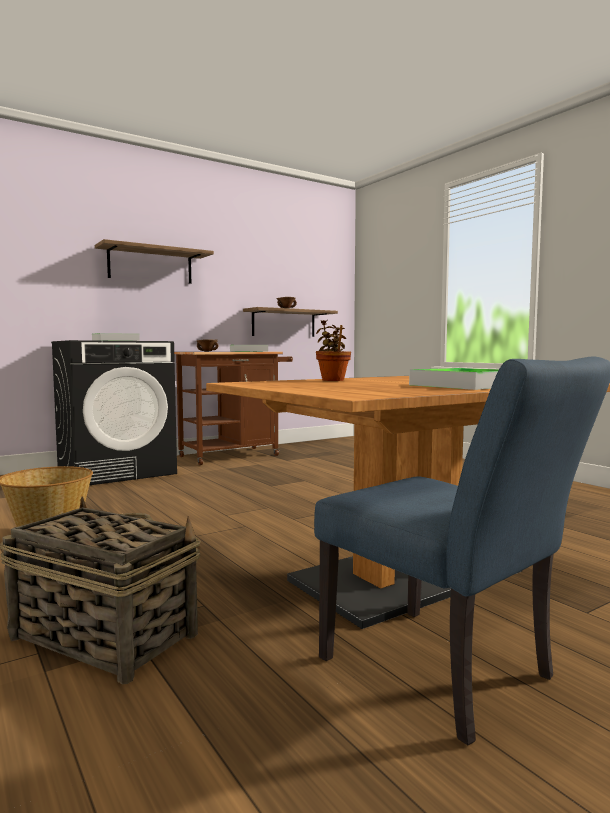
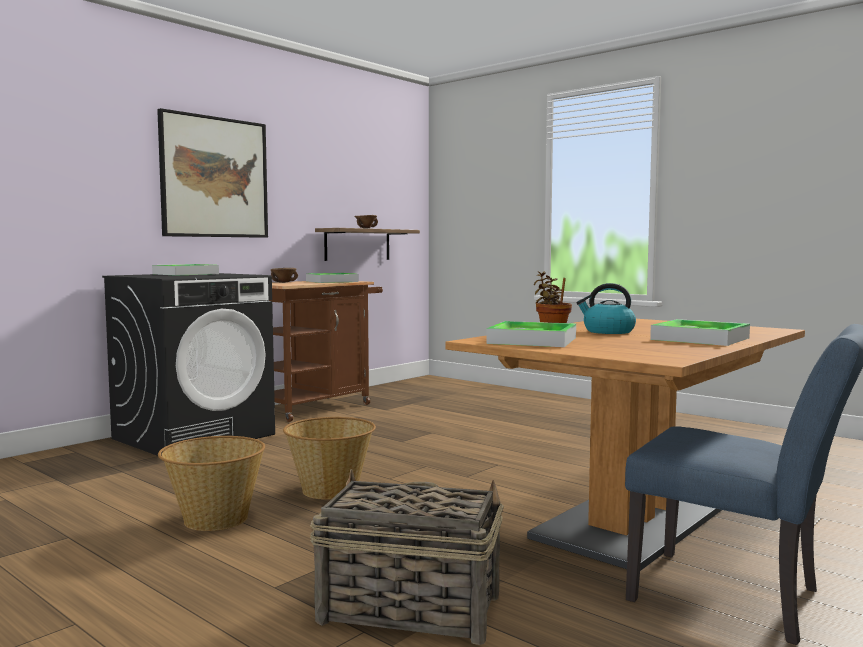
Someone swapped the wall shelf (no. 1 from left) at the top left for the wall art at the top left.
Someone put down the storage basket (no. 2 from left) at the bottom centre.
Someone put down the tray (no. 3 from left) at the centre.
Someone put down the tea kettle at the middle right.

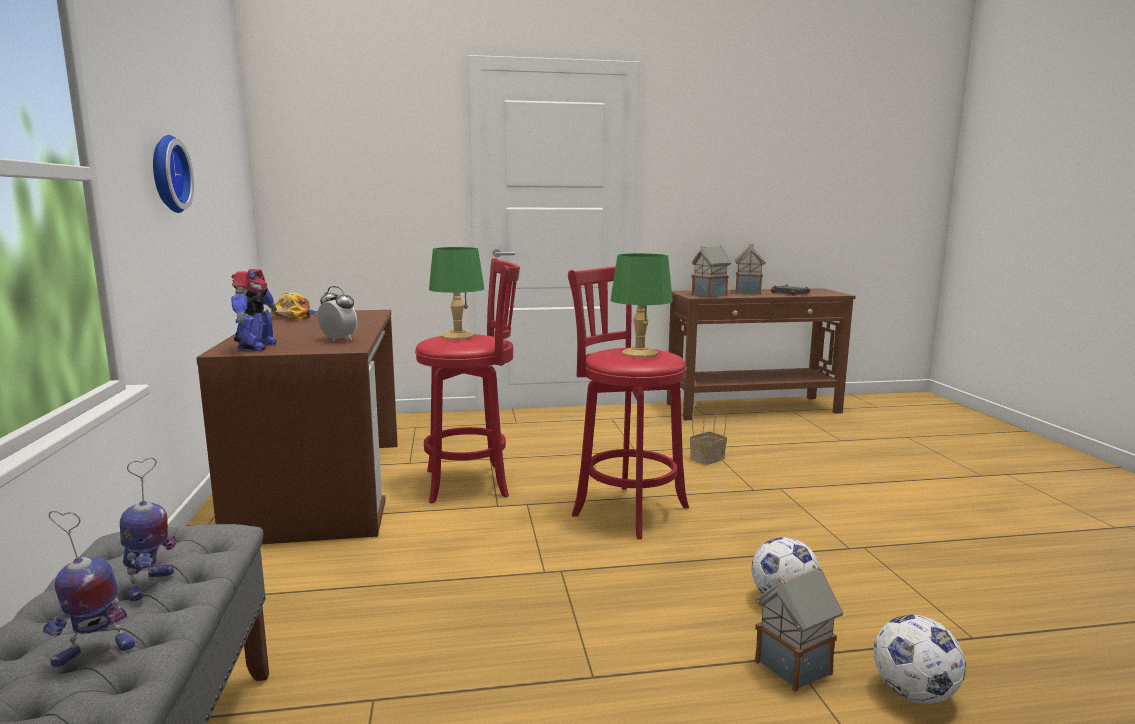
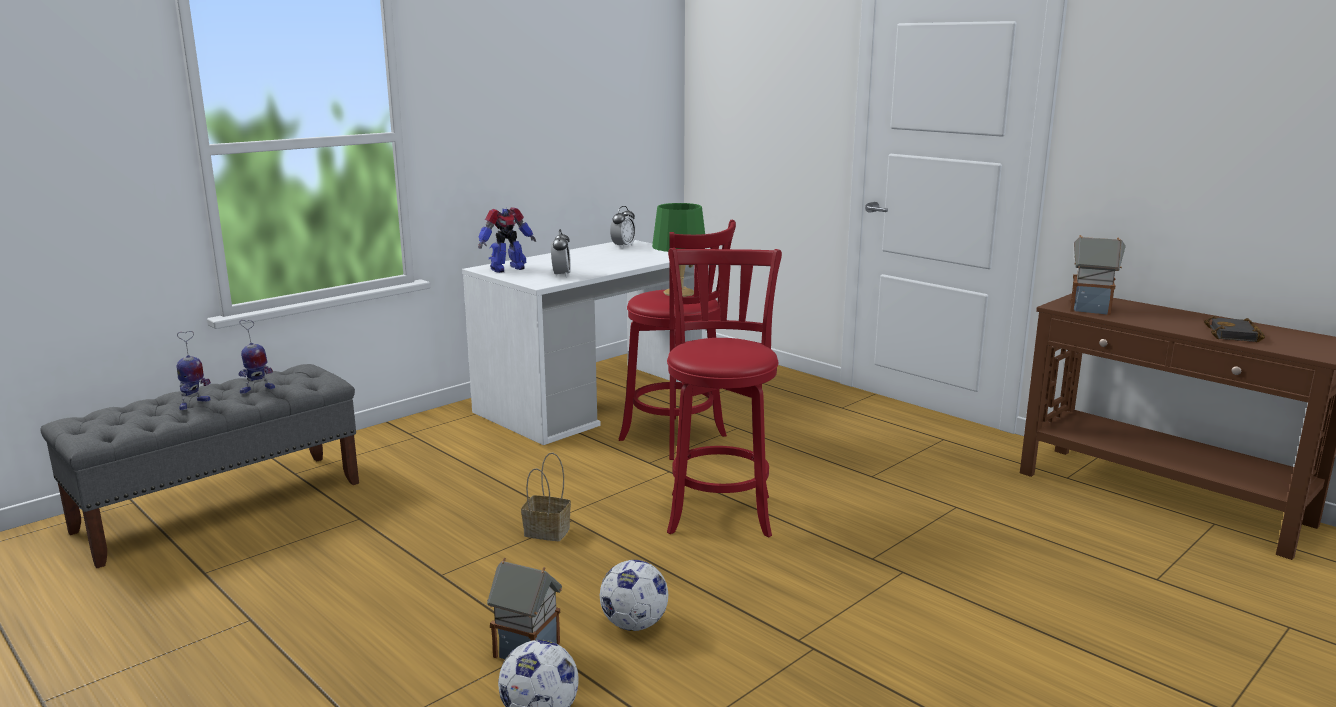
Someone rotated the toy robot (no. 1 from left) at the bottom left by 90 degrees counterclockwise.
Someone took away the wall clock at the top left.
Someone repainted the brown-coloured desk at the middle left, which became the white-coloured desk at the centre.
Someone swapped the cap at the middle left for the bedside clock (no. 2 from left) at the top centre.
Someone took away the green tabletop lamp (no. 2 from left) at the centre.
Someone carried the storage basket from the centre to the bottom centre.
Someone took away the model house (no. 2 from left) at the centre.

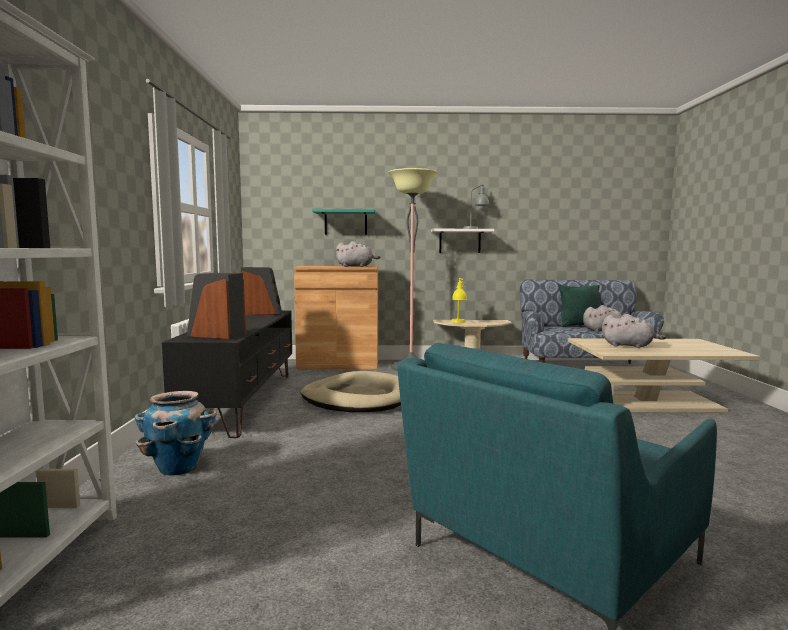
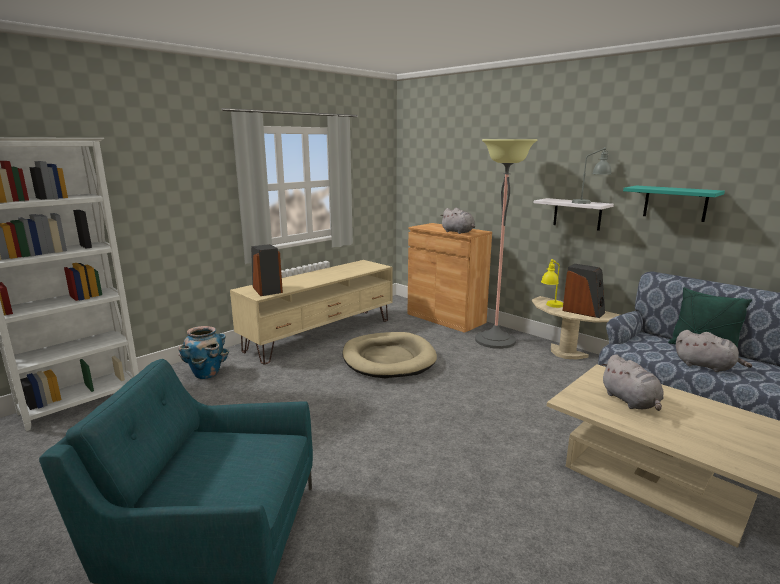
Someone repainted the black-coloured tv stand at the middle left, which became the sand-coloured tv stand at the centre.
Someone carried the loudspeaker (no. 2 from left) from the middle left to the middle right.
Someone carried the turquoise-coloured wall shelf from the centre to the middle right.

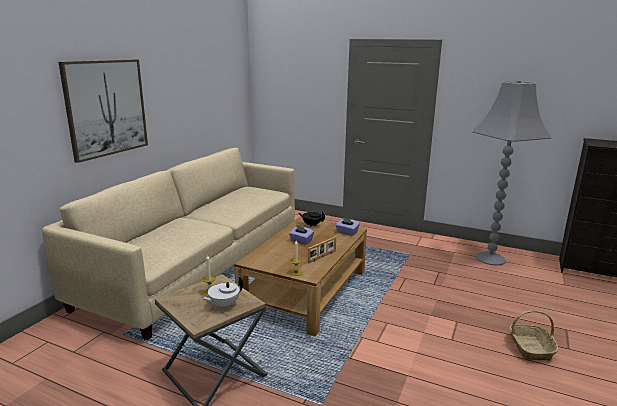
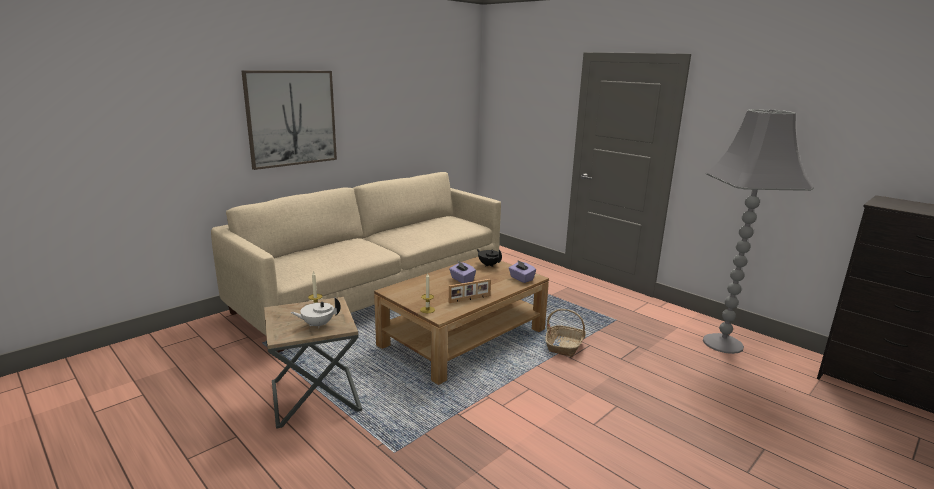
Someone carried the storage basket from the bottom right to the bottom centre.

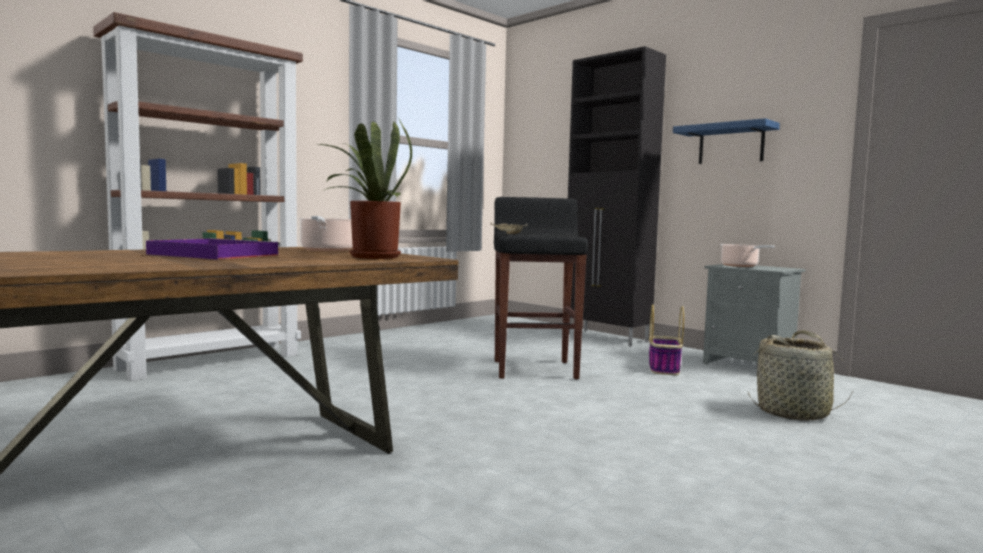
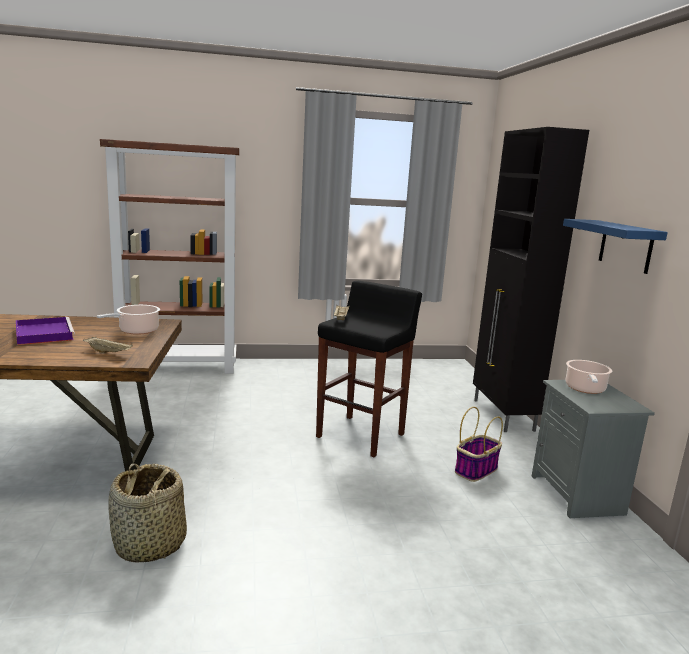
Someone swapped the plant in a pot at the centre for the sand-coloured tray (no. 1 from left) at the middle left.
Someone carried the storage basket (no. 2 from left in the first image) from the bottom right to the bottom left.

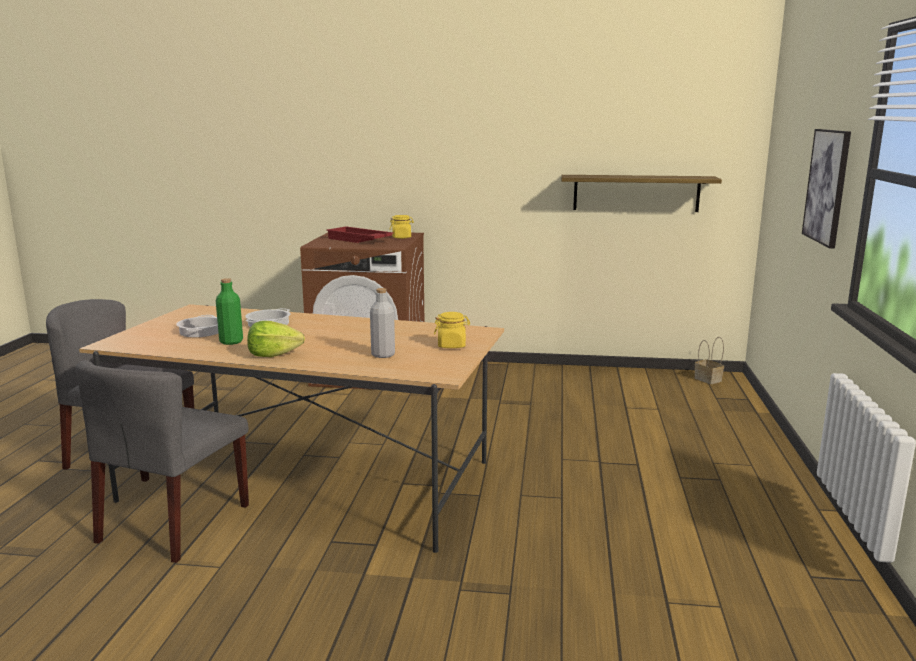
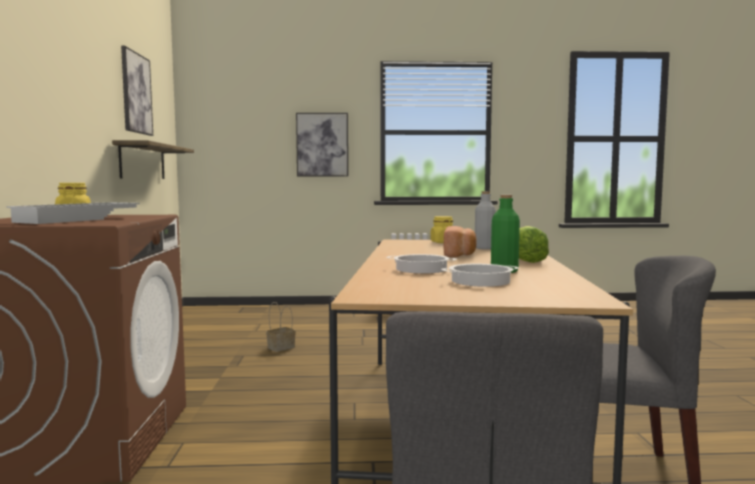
Someone repainted the reddish tray at the centre, which became the white-coloured tray at the middle left.
Someone carried the storage basket from the middle right to the bottom centre.
Someone put up the wall art (no. 1 from left) at the top left.
Someone put down the baked bread at the centre.

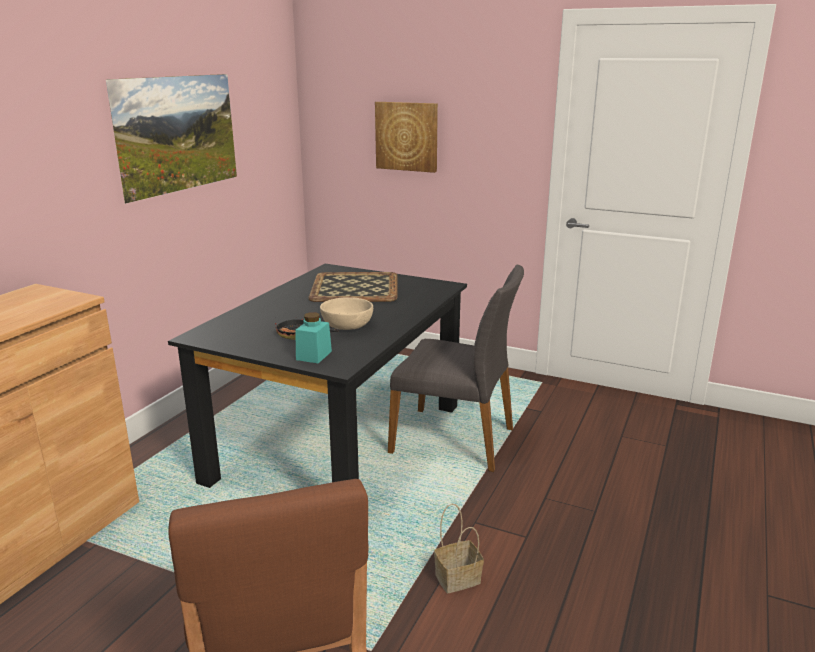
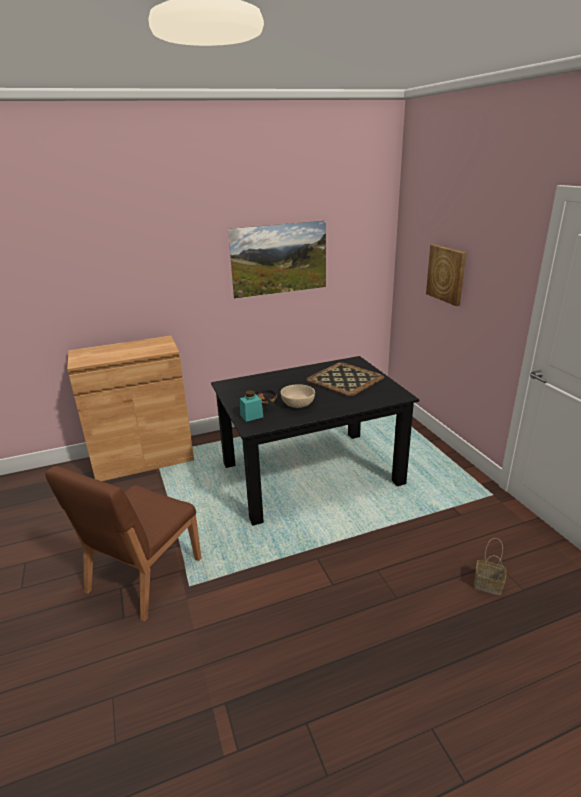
Someone took away the grey upright chair at the centre.
Someone carried the storage basket from the bottom centre to the bottom right.

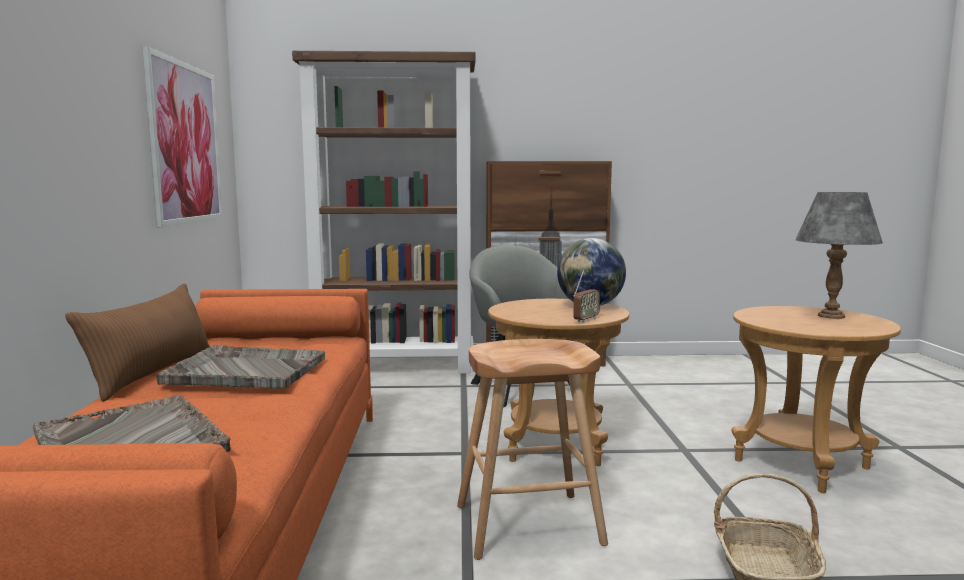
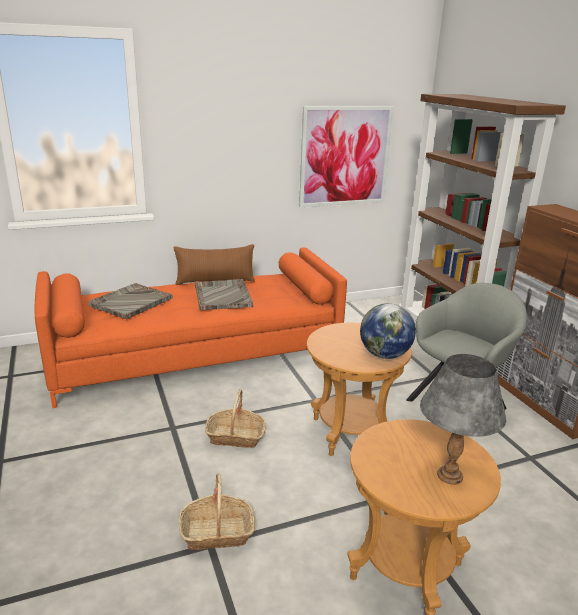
Someone swapped the brown-coloured stool at the bottom centre for the storage basket (no. 2 from left) at the bottom centre.
Someone took away the radio at the centre.

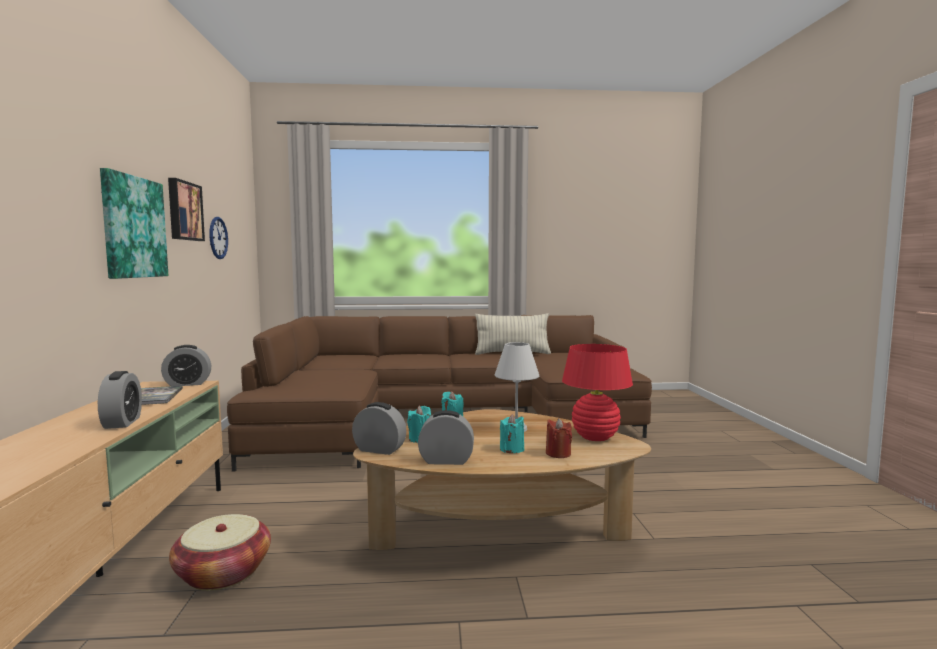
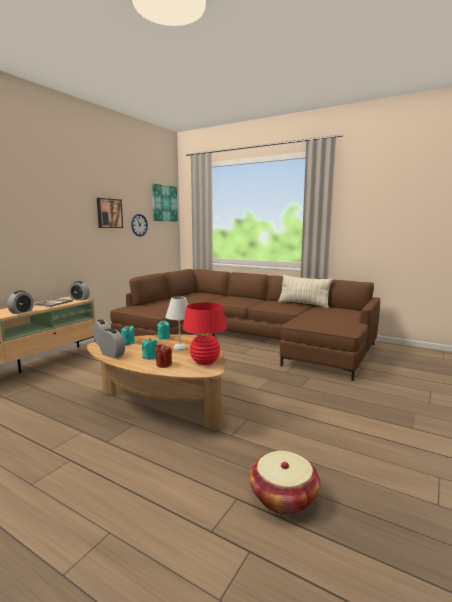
Someone carried the wall art (no. 1 from left in the first image) from the middle left to the centre.
Someone carried the storage basket from the bottom left to the bottom centre.

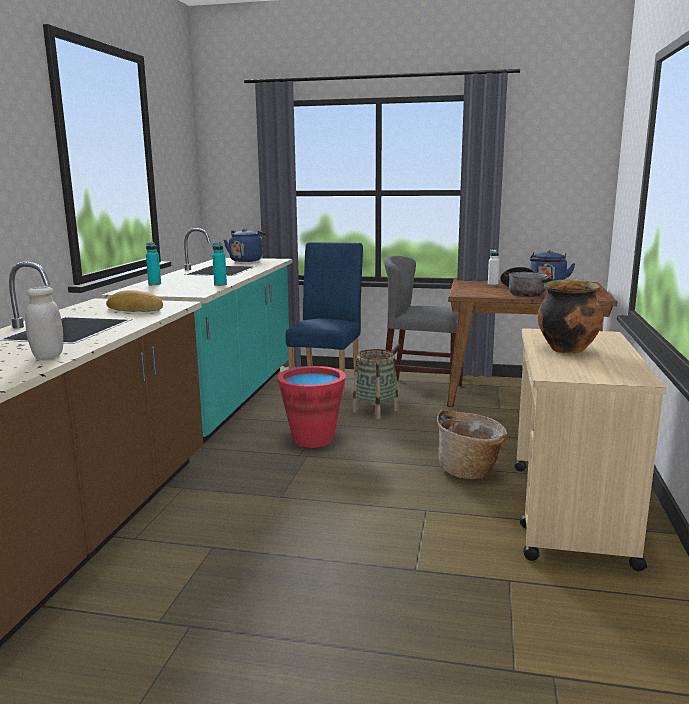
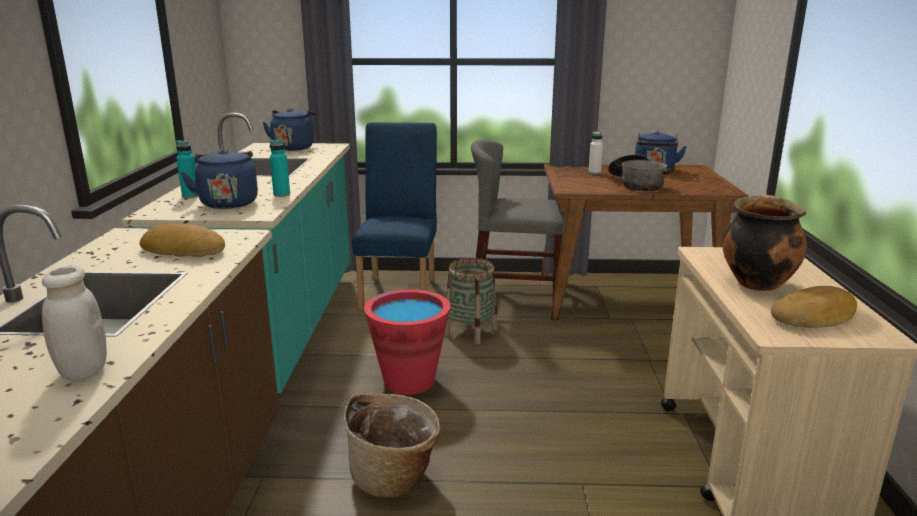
Someone carried the storage basket (no. 2 from left in the first image) from the middle right to the bottom centre.
Someone put down the blue-coloured tea kettle (no. 1 from left) at the middle left.
Someone put down the baked bread (no. 2 from left) at the middle right.

